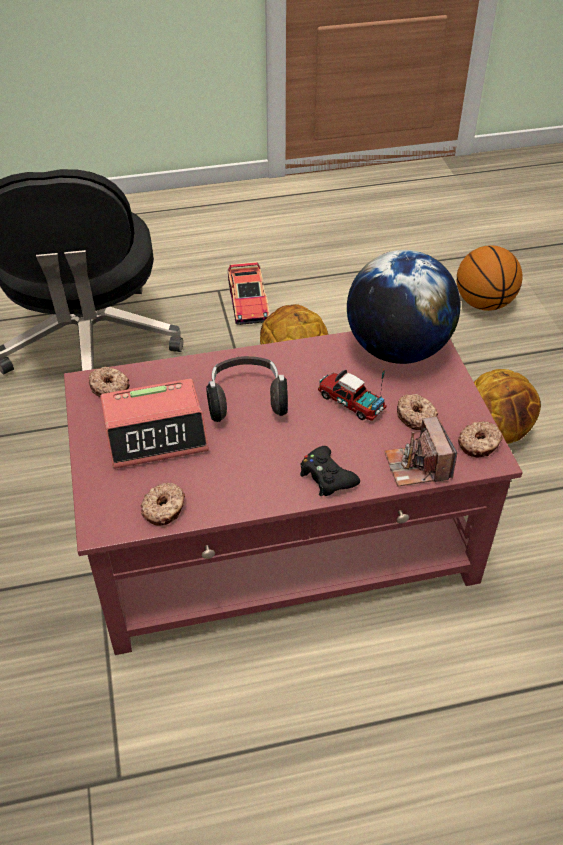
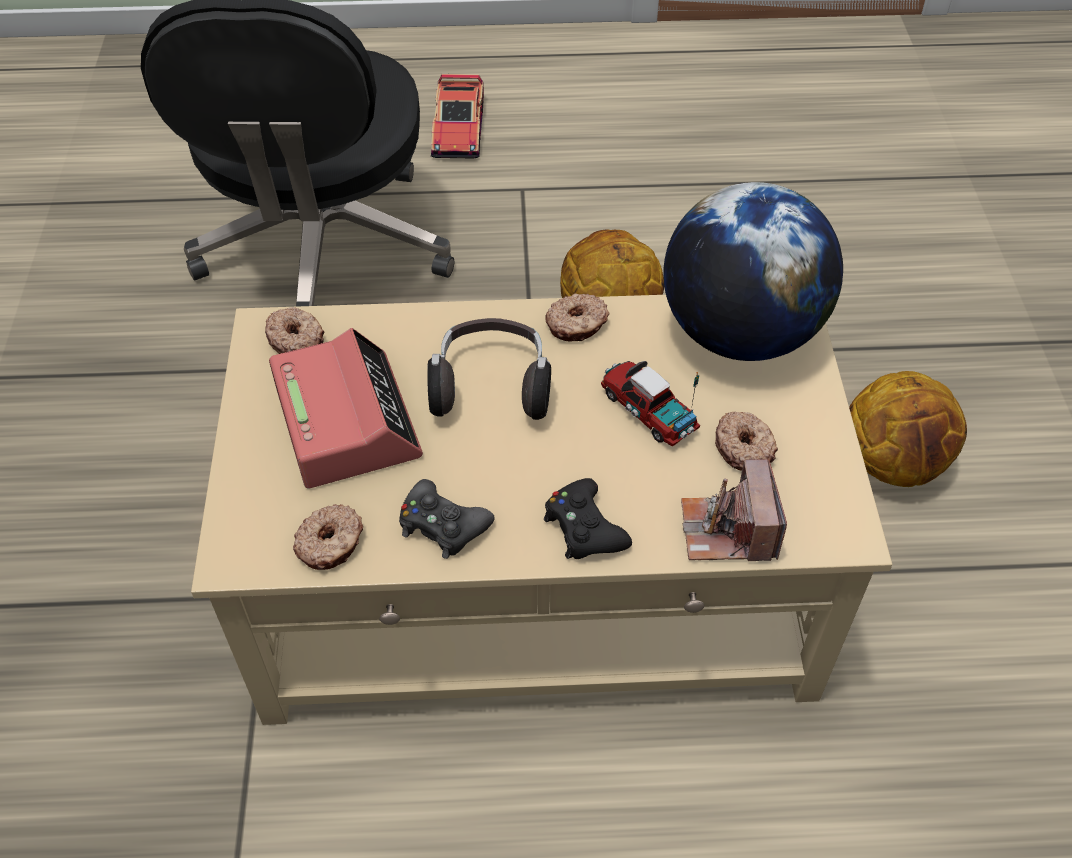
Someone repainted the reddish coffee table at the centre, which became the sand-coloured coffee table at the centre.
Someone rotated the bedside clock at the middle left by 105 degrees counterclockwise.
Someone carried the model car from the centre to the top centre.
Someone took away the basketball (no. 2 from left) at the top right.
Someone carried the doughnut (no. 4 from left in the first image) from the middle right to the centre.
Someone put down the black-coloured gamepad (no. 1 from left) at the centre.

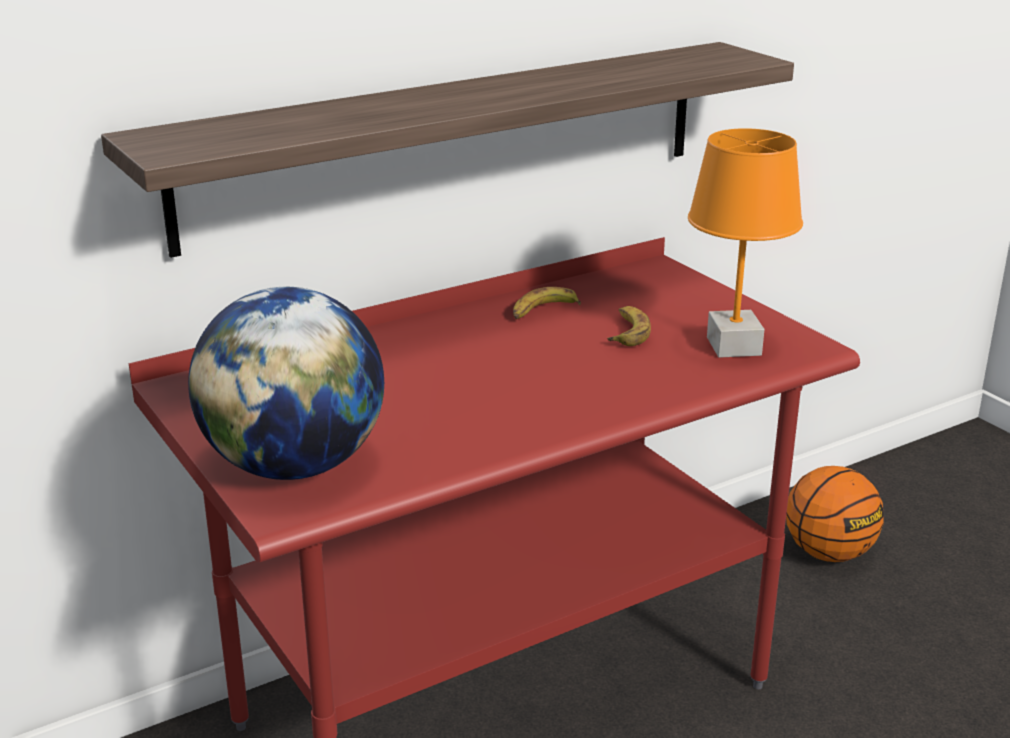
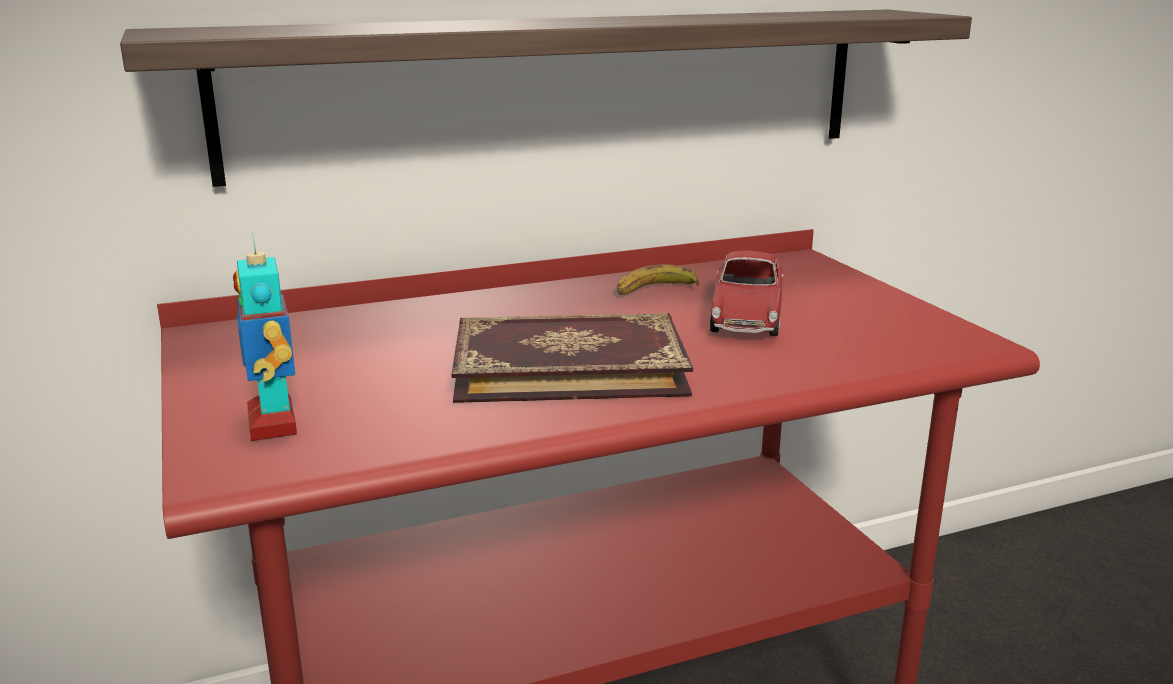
Someone swapped the world globe at the middle left for the toy robot at the middle left.
Someone swapped the banana (no. 2 from left) at the centre for the model car at the centre.
Someone took away the orangey tabletop lamp at the top right.
Someone took away the basketball at the bottom right.
Someone put down the book at the centre.

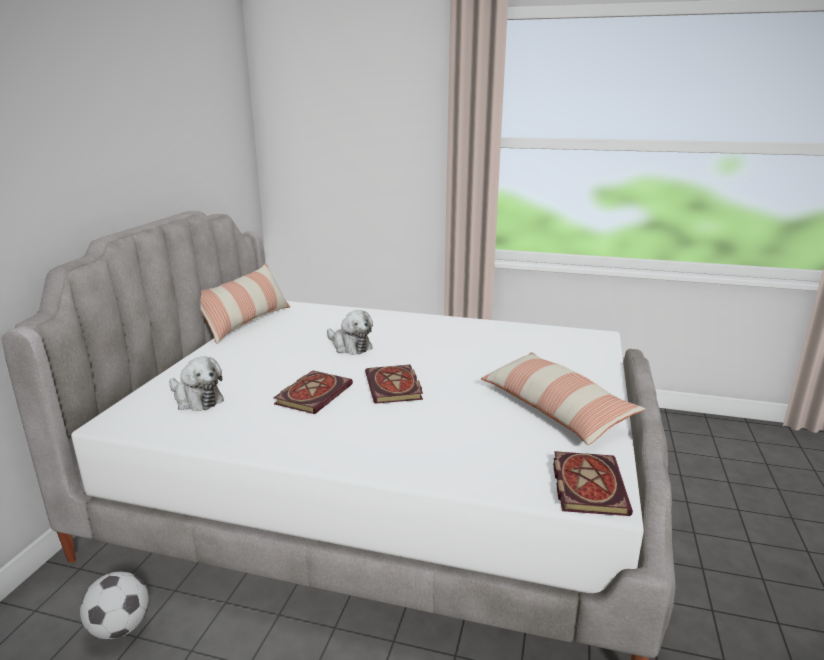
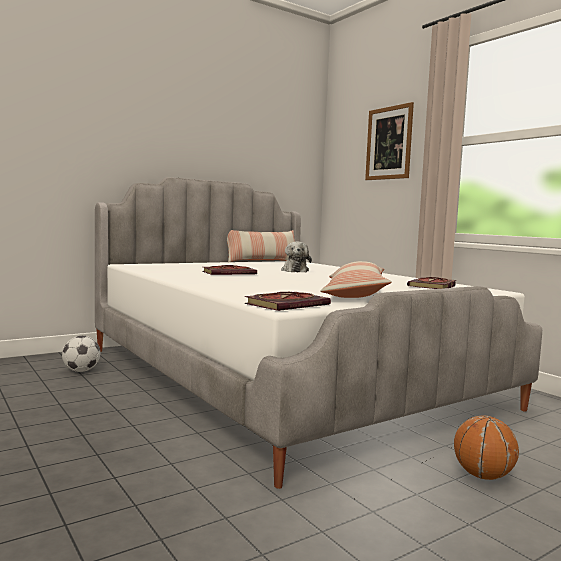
Someone took away the cuddly toy (no. 1 from left) at the middle left.
Someone carried the book (no. 2 from left in the first image) from the centre to the middle right.
Someone put up the wall art at the top right.
Someone put down the basketball at the bottom right.

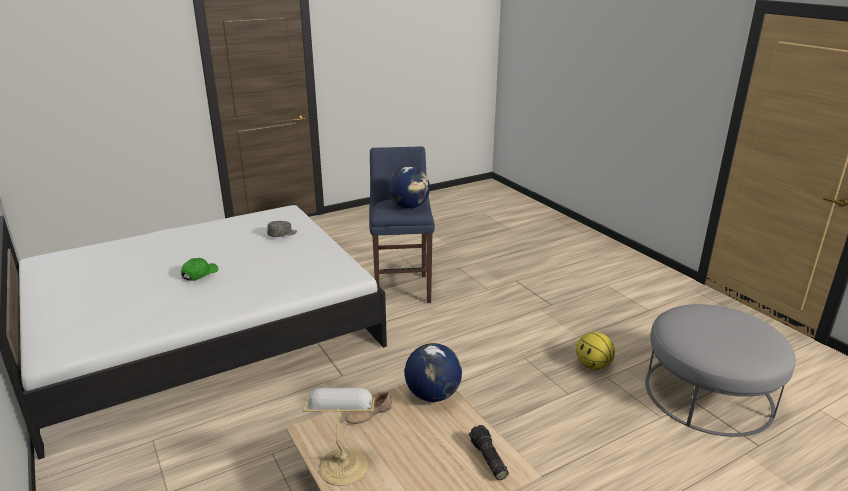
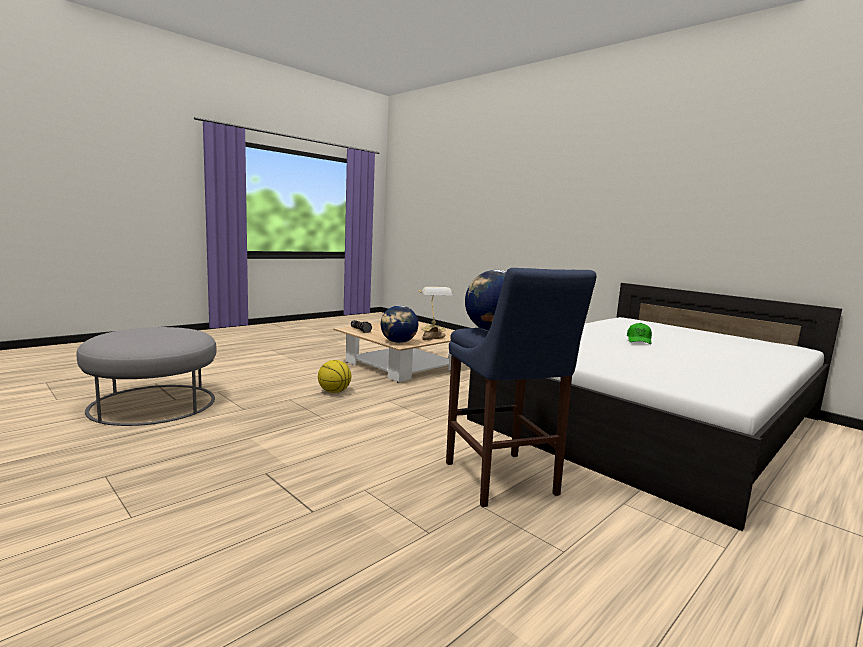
Someone took away the grey cap at the middle left.
Someone carried the basketball from the bottom right to the centre.

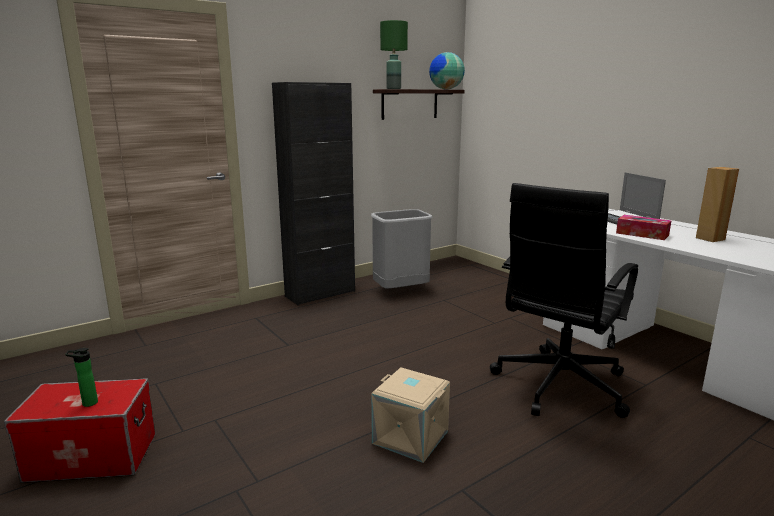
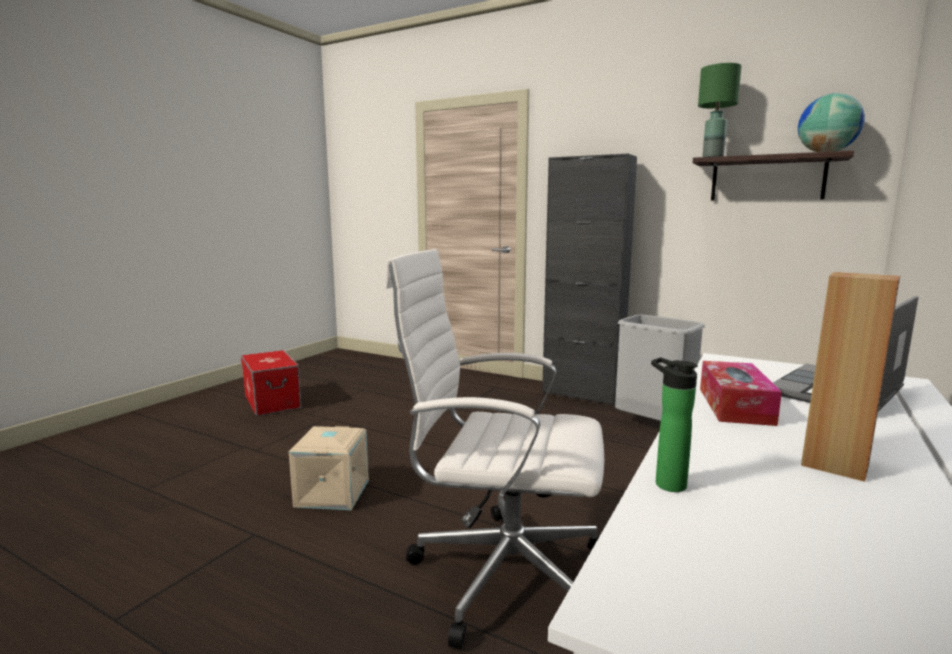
Someone carried the drink bottle from the bottom left to the middle right.
Someone repainted the black-coloured desk chair at the middle right, which became the white-coloured desk chair at the bottom centre.

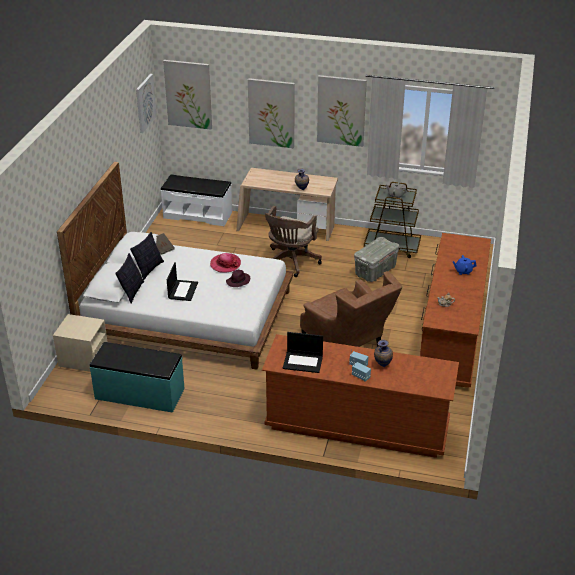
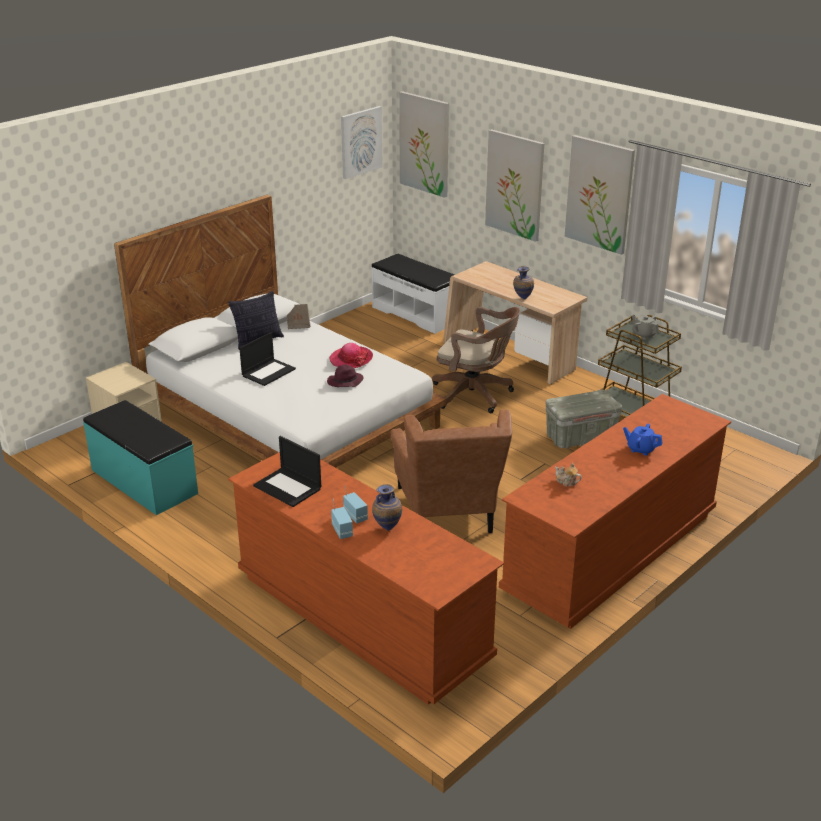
Someone took away the throw pillow (no. 1 from left) at the middle left.
Someone rotated the brown-coloured desk chair at the centre by 120 degrees counterclockwise.

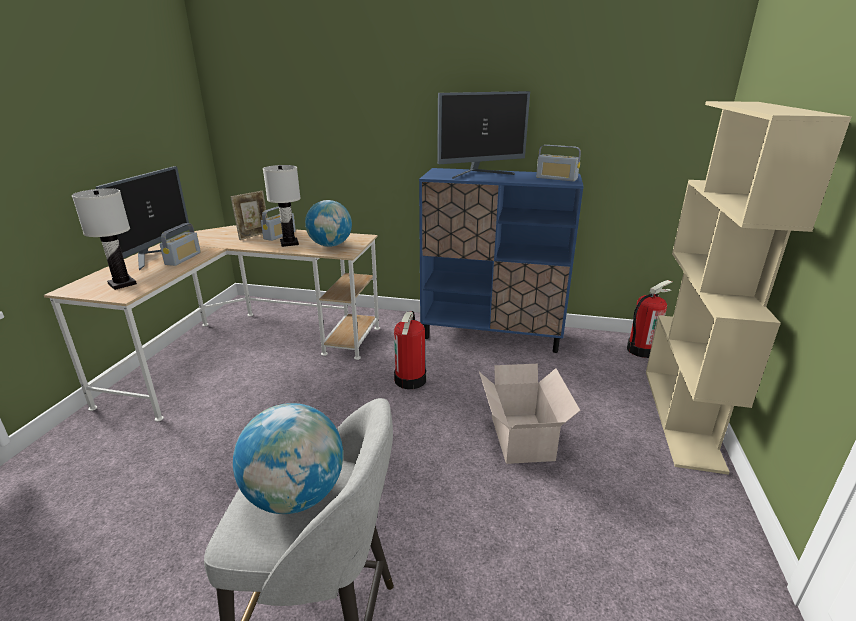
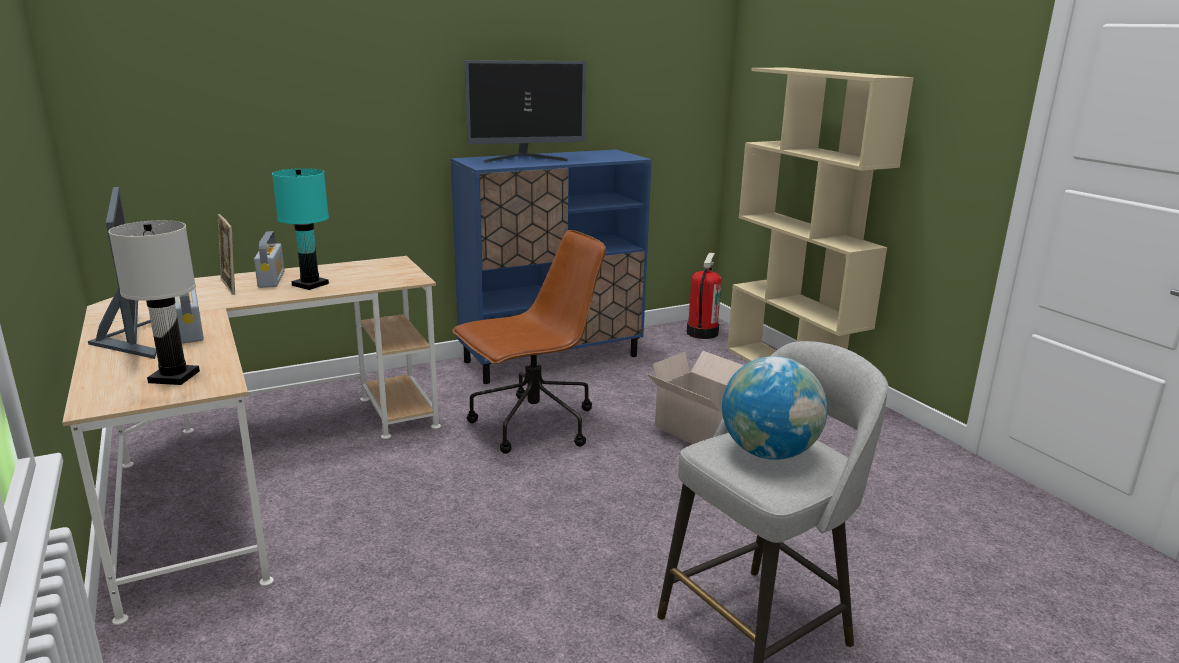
Someone rotated the picture frame at the middle left by 150 degrees clockwise.
Someone repainted the white-coloured tabletop lamp (no. 2 from left) at the top left, which became the turquoise-coloured tabletop lamp at the middle left.
Someone took away the world globe (no. 2 from left) at the centre.
Someone swapped the extinguisher (no. 1 from left) at the centre for the brown-coloured desk chair at the centre.
Someone rotated the computer display (no. 2 from left) at the top centre by 45 degrees clockwise.
Someone took away the radio (no. 3 from left) at the top centre.

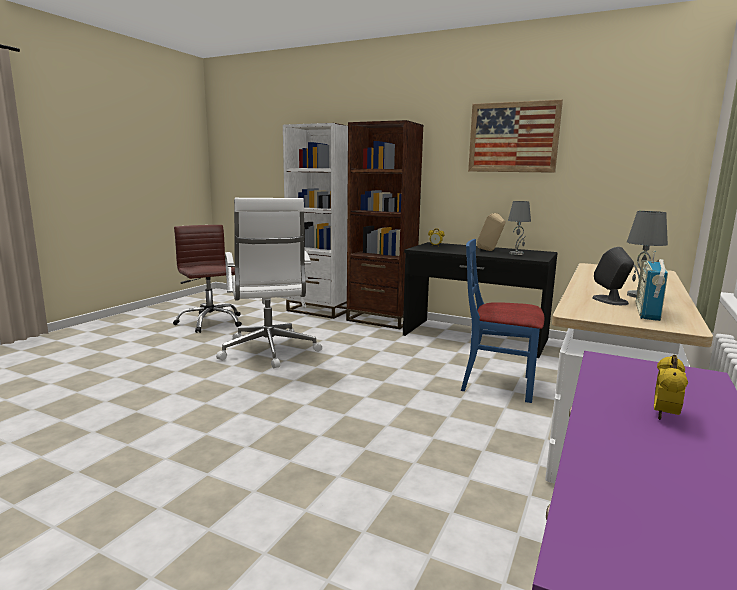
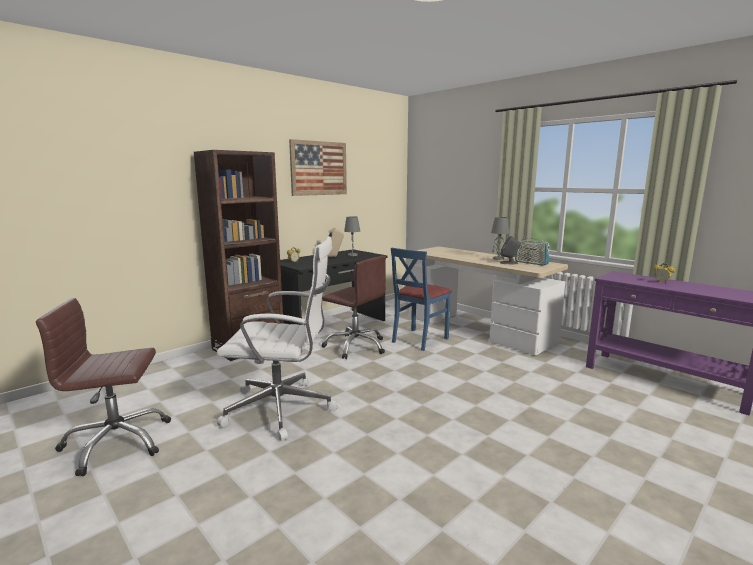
Someone took away the white-coloured bookshelf at the centre.
Someone put down the brown-coloured desk chair (no. 2 from left) at the centre.

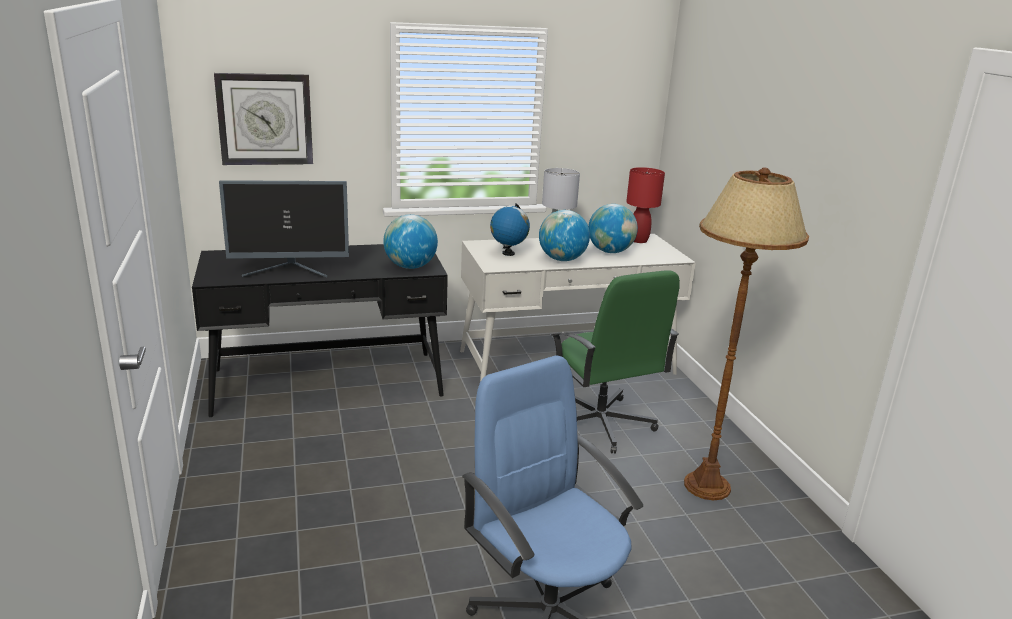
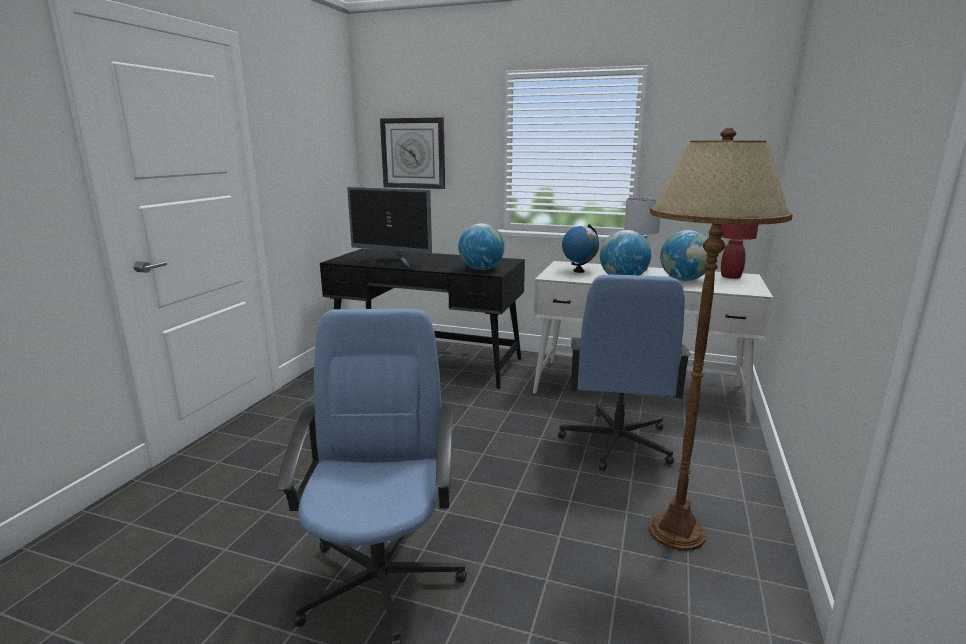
Someone repainted the green desk chair at the centre, which became the blue-coloured desk chair (no. 2 from left) at the centre.

